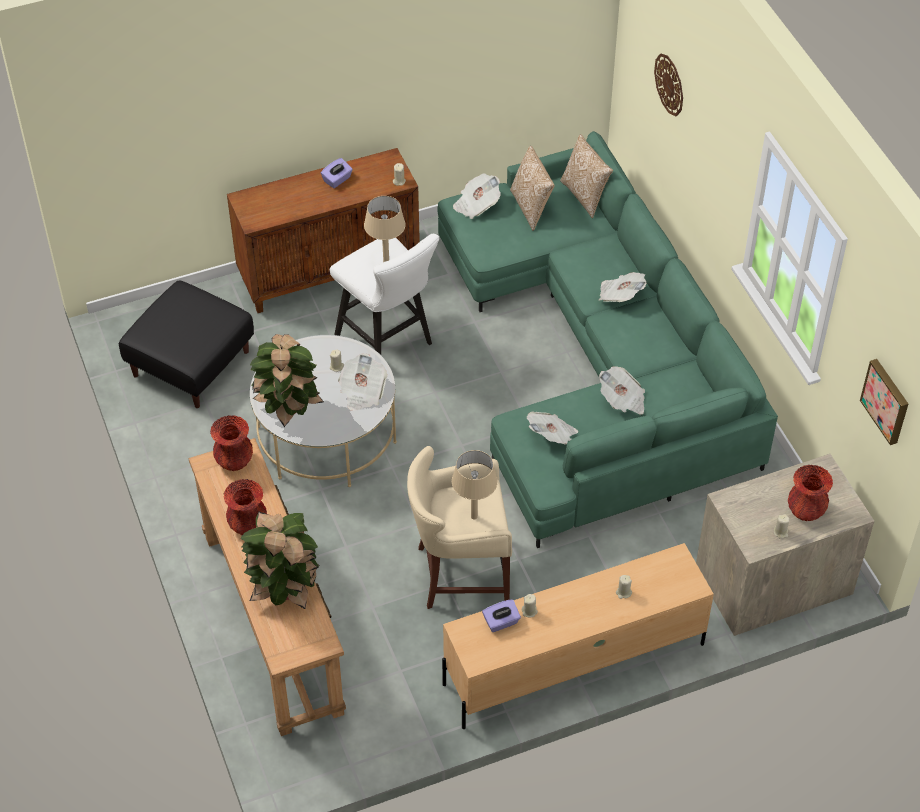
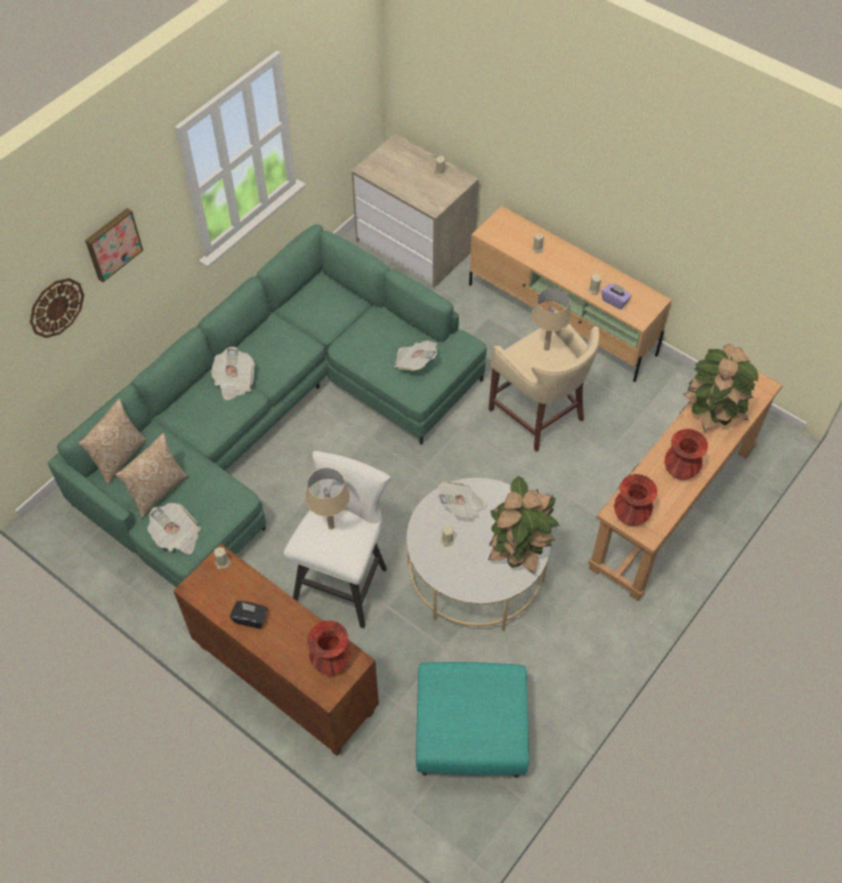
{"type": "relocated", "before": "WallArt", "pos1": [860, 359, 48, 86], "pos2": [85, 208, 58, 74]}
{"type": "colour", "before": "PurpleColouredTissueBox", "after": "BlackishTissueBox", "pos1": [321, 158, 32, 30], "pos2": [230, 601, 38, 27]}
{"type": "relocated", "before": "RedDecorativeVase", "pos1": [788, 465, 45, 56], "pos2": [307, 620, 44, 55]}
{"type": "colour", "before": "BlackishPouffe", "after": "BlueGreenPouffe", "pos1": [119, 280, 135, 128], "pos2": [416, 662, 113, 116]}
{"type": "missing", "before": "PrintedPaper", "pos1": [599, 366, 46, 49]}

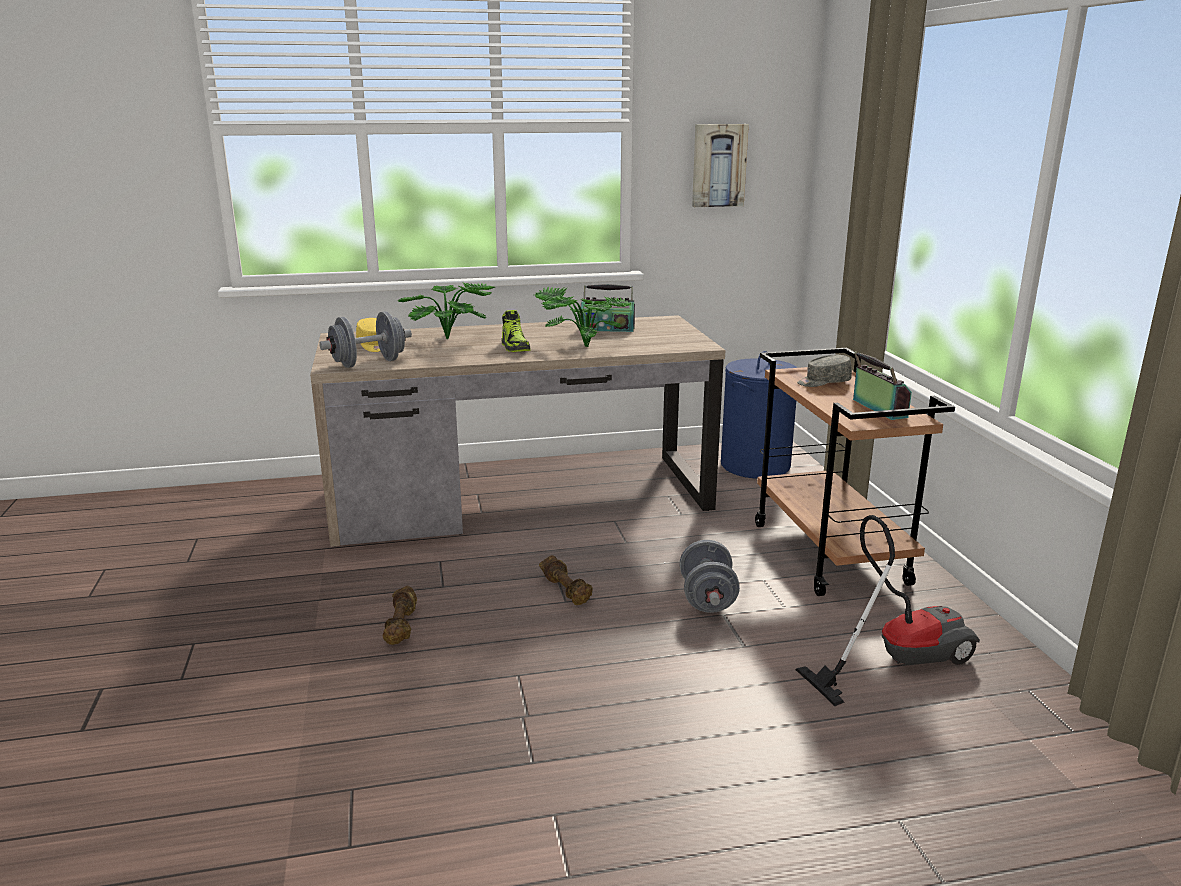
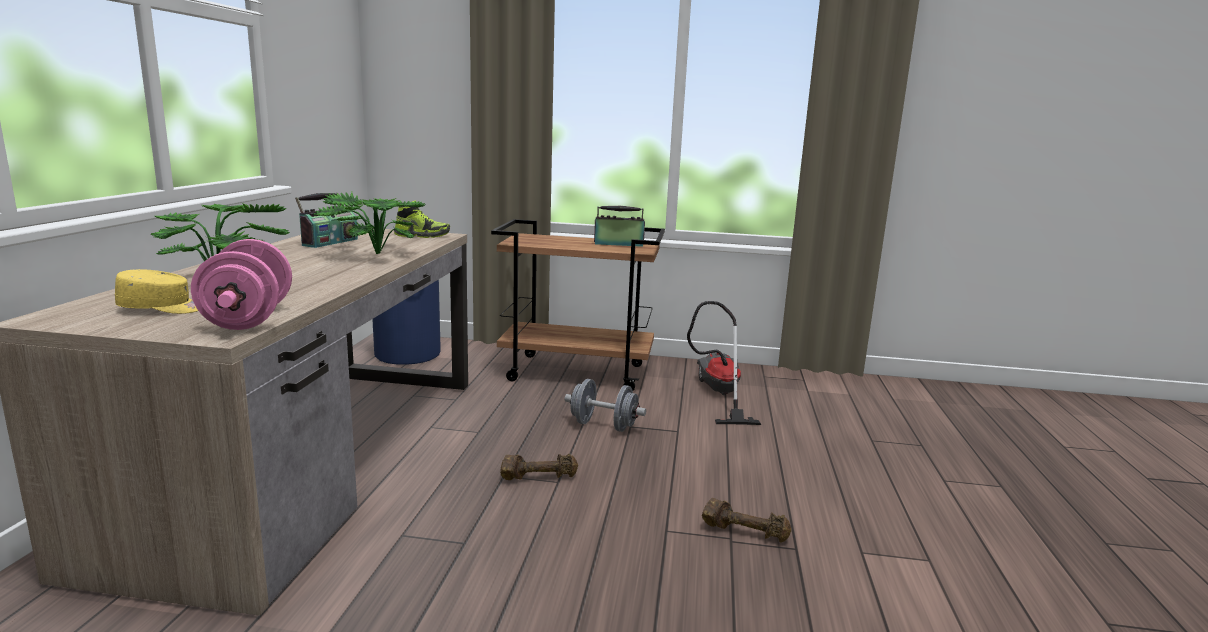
{"type": "colour", "before": "GrayDumbbell", "after": "PinkColouredDumbbell", "pos1": [319, 311, 93, 57], "pos2": [191, 239, 101, 91]}
{"type": "relocated", "before": "Shoe", "pos1": [501, 310, 30, 42], "pos2": [394, 201, 56, 37]}
{"type": "relocated", "before": "BrownishDumbbell", "pos1": [382, 586, 35, 59], "pos2": [701, 498, 90, 45]}
{"type": "missing", "before": "WallArt", "pos1": [692, 124, 57, 83]}
{"type": "missing", "before": "GrayBaseballCap", "pos1": [797, 355, 55, 32]}

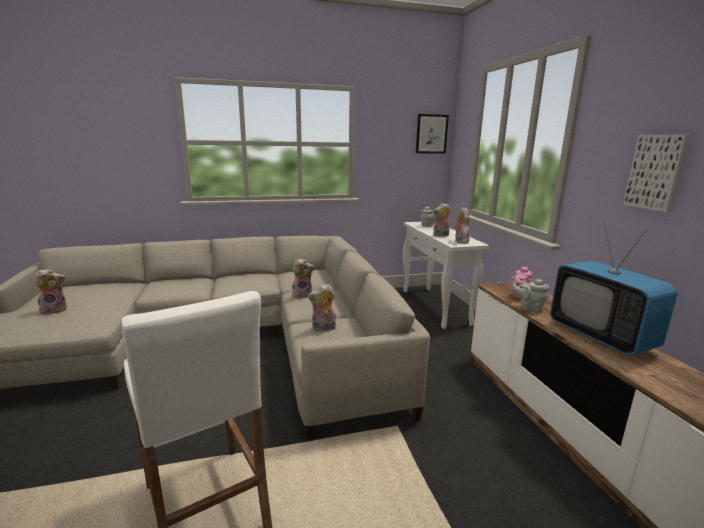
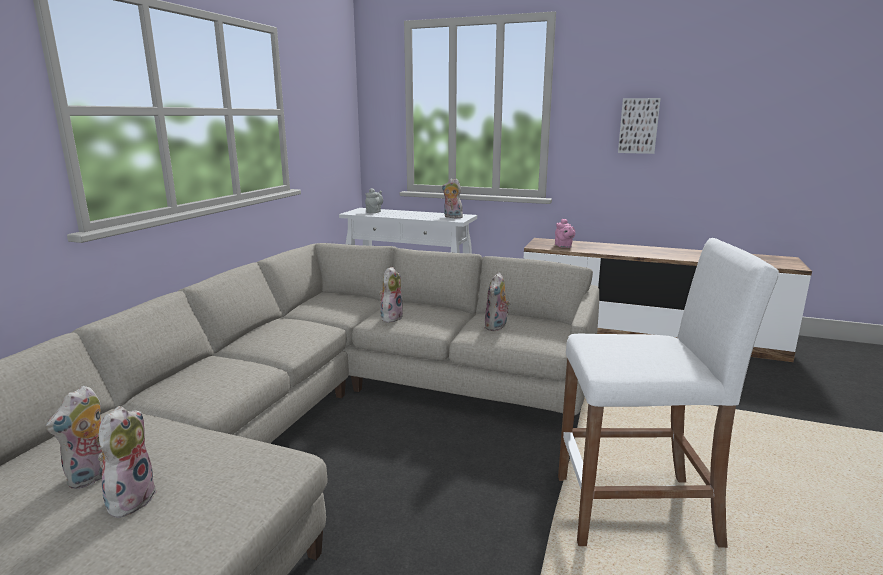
{"type": "relocated", "before": "PlushToy", "pos1": [433, 203, 17, 34], "pos2": [45, 385, 58, 104]}
{"type": "missing", "before": "WallArt", "pos1": [416, 114, 33, 40]}
{"type": "missing", "before": "GrayPotForTea", "pos1": [512, 279, 37, 34]}
{"type": "missing", "before": "Television", "pos1": [550, 222, 128, 133]}

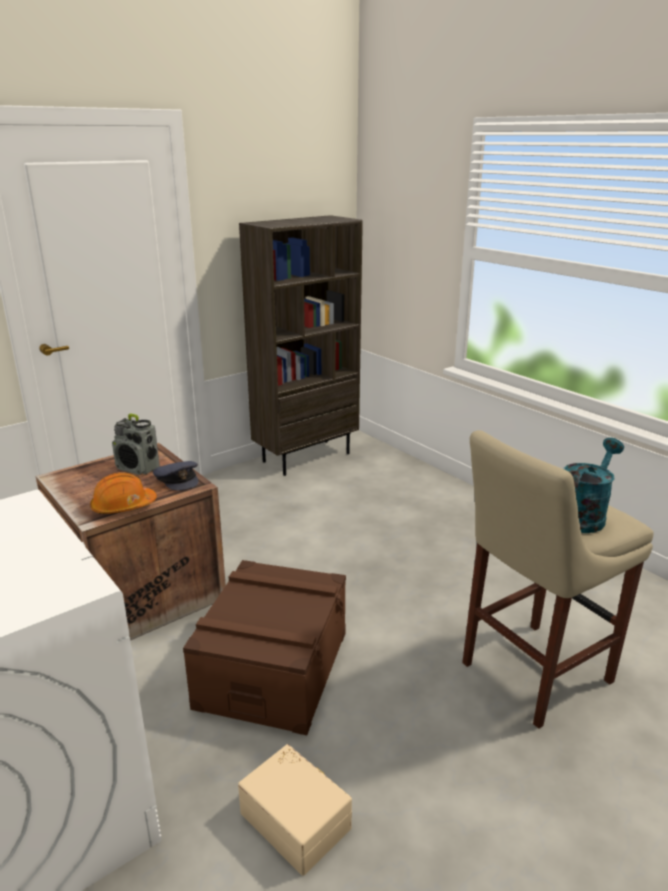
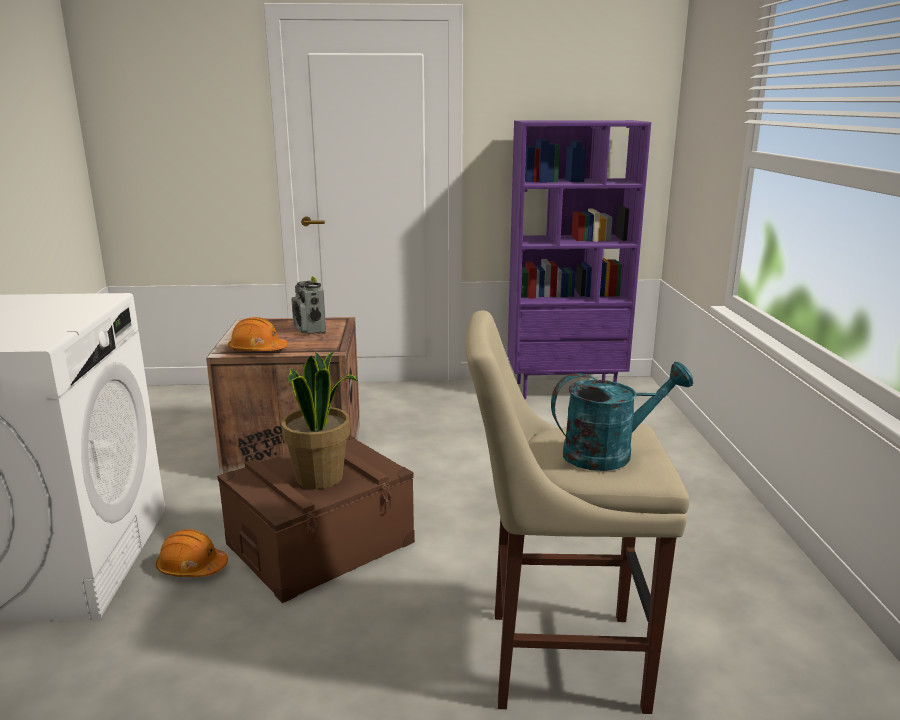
{"type": "appeared", "after": "OrangeySafetyHelmet", "pos2": [156, 529, 72, 48]}
{"type": "appeared", "after": "Houseplant", "pos2": [281, 351, 77, 138]}
{"type": "colour", "before": "BrownishBookcase", "after": "PurpleColouredBookcase", "pos1": [239, 215, 124, 261], "pos2": [507, 120, 144, 279]}
{"type": "missing", "before": "GrayBaseballCap", "pos1": [153, 461, 46, 30]}
{"type": "missing", "before": "BeigeColouredStorageBox", "pos1": [238, 744, 114, 132]}

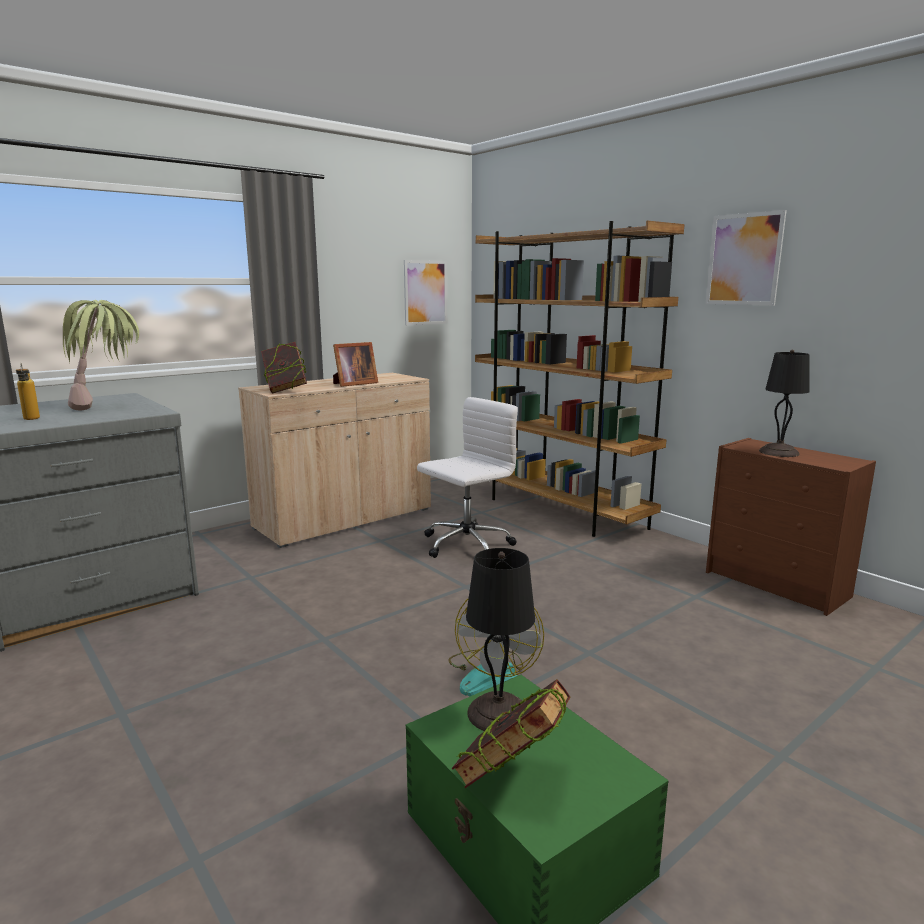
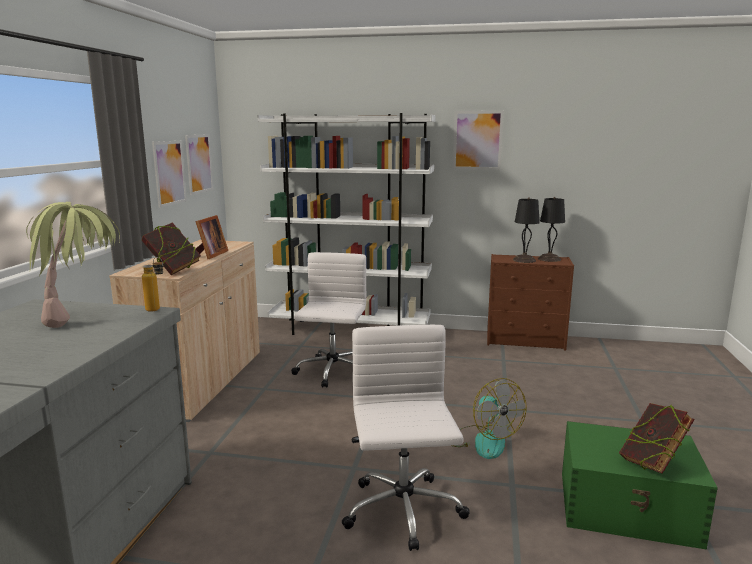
{"type": "relocated", "before": "BeverageBottle", "pos1": [16, 363, 24, 57], "pos2": [142, 257, 22, 55]}
{"type": "appeared", "after": "WallArt", "pos2": [152, 141, 35, 67]}
{"type": "colour", "before": "BrownishBookcase", "after": "WhiteColouredBookcase", "pos1": [475, 221, 210, 316], "pos2": [257, 113, 179, 222]}
{"type": "appeared", "after": "WhiteColouredOfficeChair", "pos2": [341, 325, 129, 226]}
{"type": "relocated", "before": "BlackishLampForATable", "pos1": [466, 548, 69, 183], "pos2": [538, 197, 27, 65]}

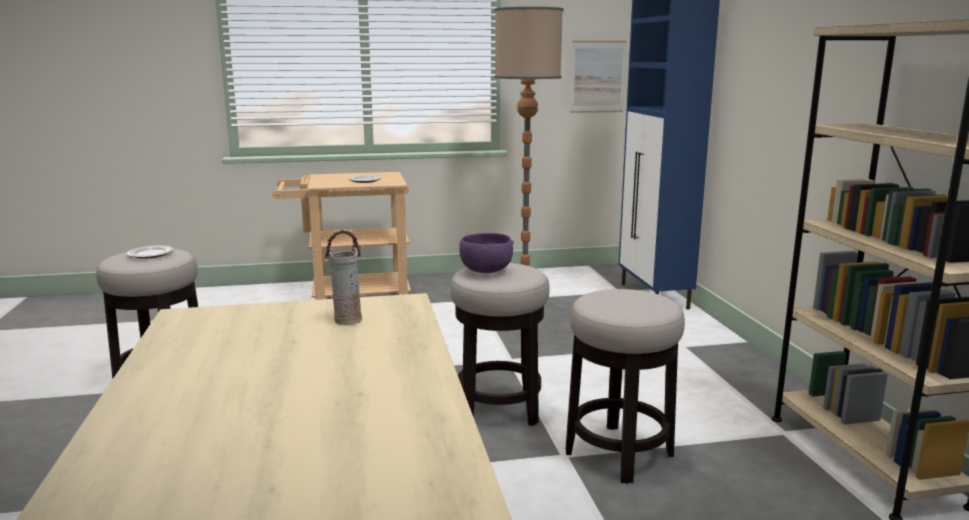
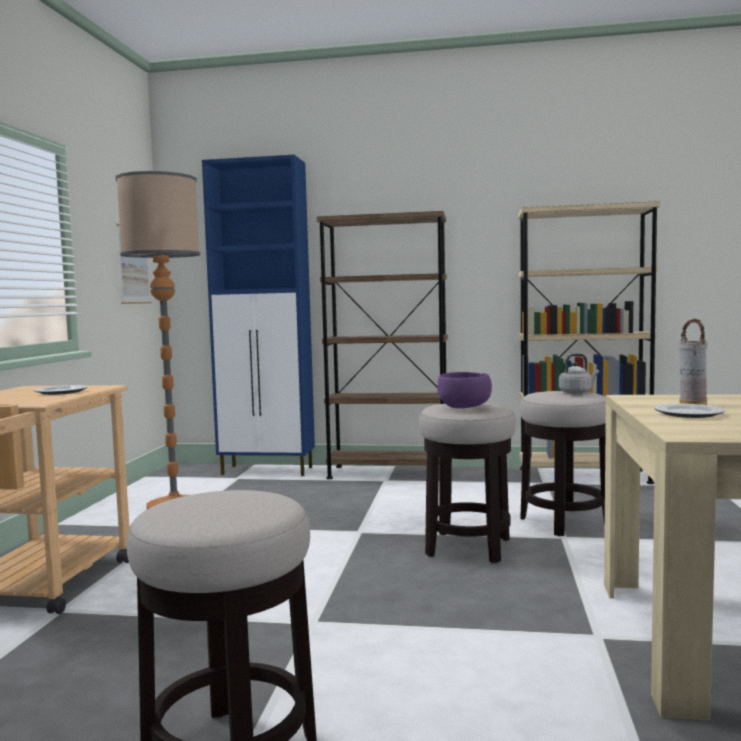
{"type": "appeared", "after": "BrownishBookcase", "pos2": [317, 211, 131, 268]}
{"type": "appeared", "after": "GrayWaterKettle", "pos2": [559, 354, 40, 40]}
{"type": "relocated", "before": "Plate", "pos1": [127, 245, 47, 14], "pos2": [654, 404, 71, 14]}

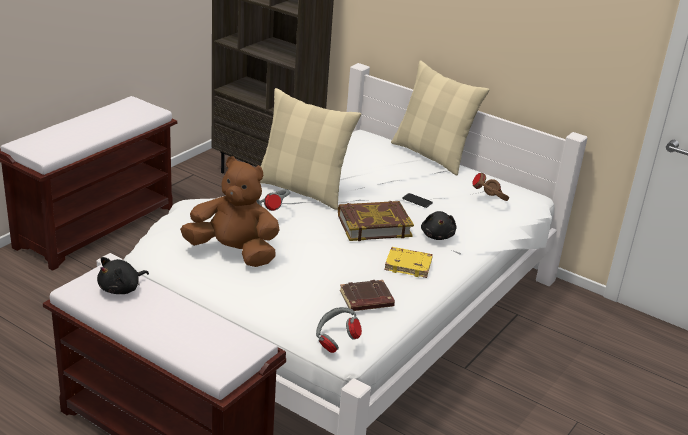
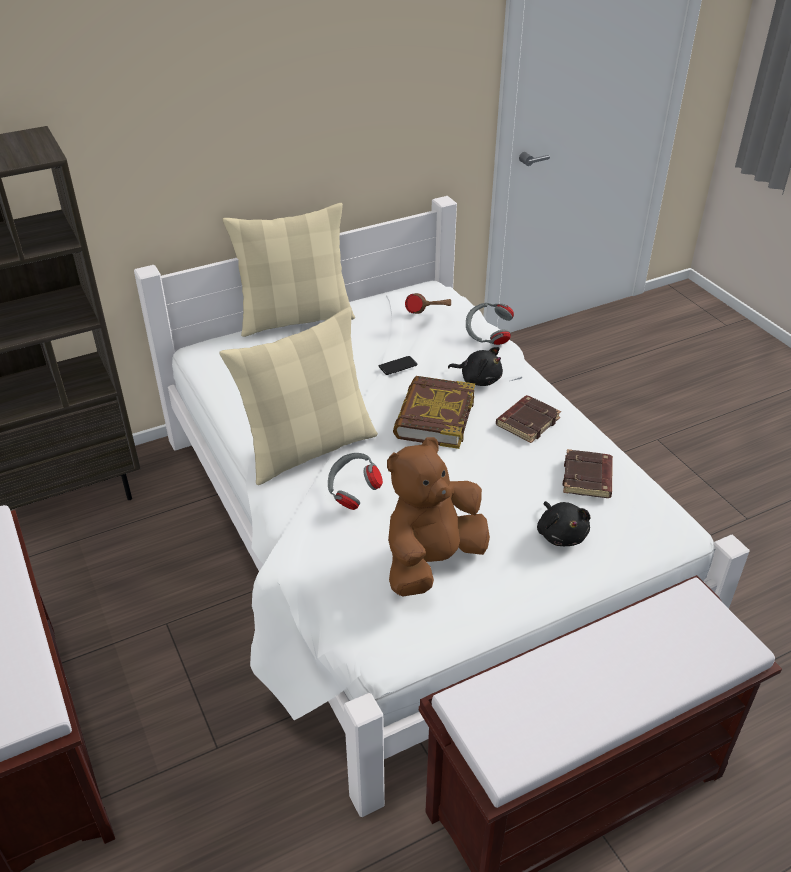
{"type": "relocated", "before": "GrayHeadphones", "pos1": [316, 307, 46, 46], "pos2": [466, 303, 48, 42]}
{"type": "colour", "before": "YellowishVolume", "after": "BrownishVolume", "pos1": [384, 247, 49, 31], "pos2": [496, 395, 65, 48]}
{"type": "relocated", "before": "BlackishPlushToy", "pos1": [97, 257, 52, 37], "pos2": [537, 501, 54, 45]}

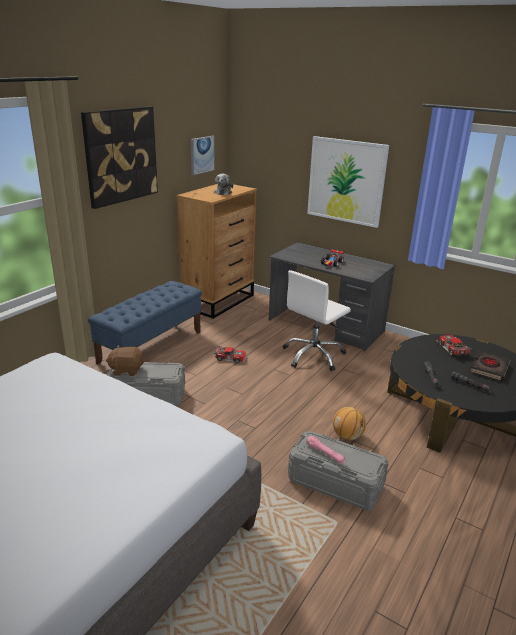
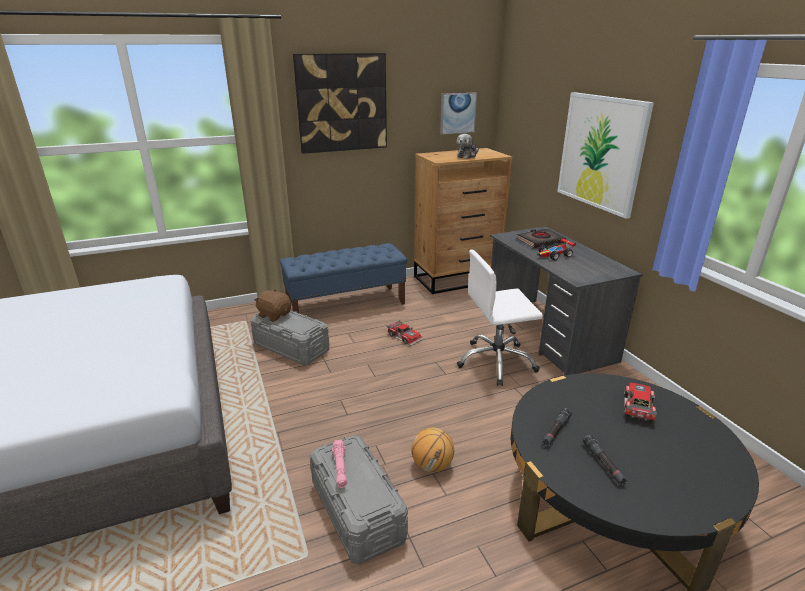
{"type": "relocated", "before": "BlackishVolume", "pos1": [470, 350, 40, 31], "pos2": [517, 229, 49, 19]}

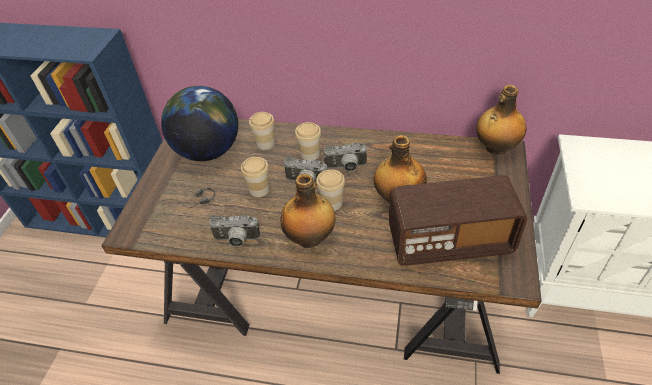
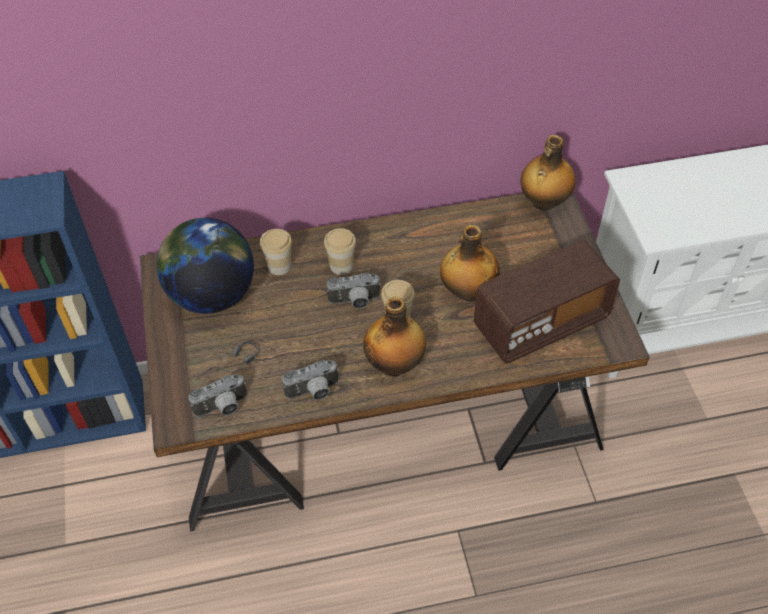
{"type": "relocated", "before": "StillCamera", "pos1": [324, 143, 44, 29], "pos2": [189, 374, 58, 43]}
{"type": "missing", "before": "Cup", "pos1": [241, 157, 28, 40]}

